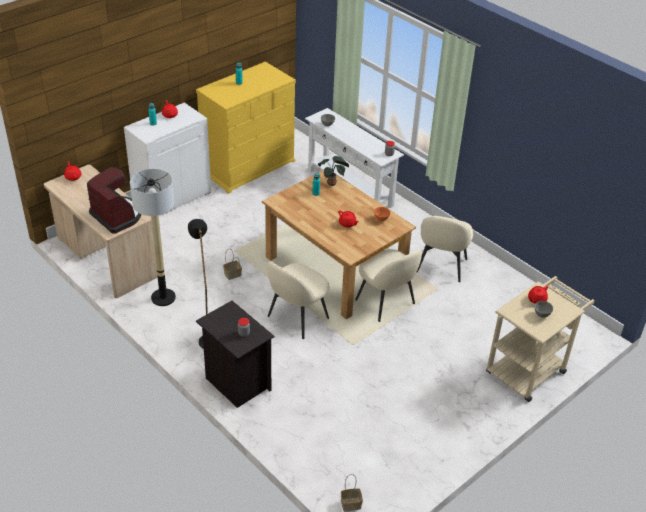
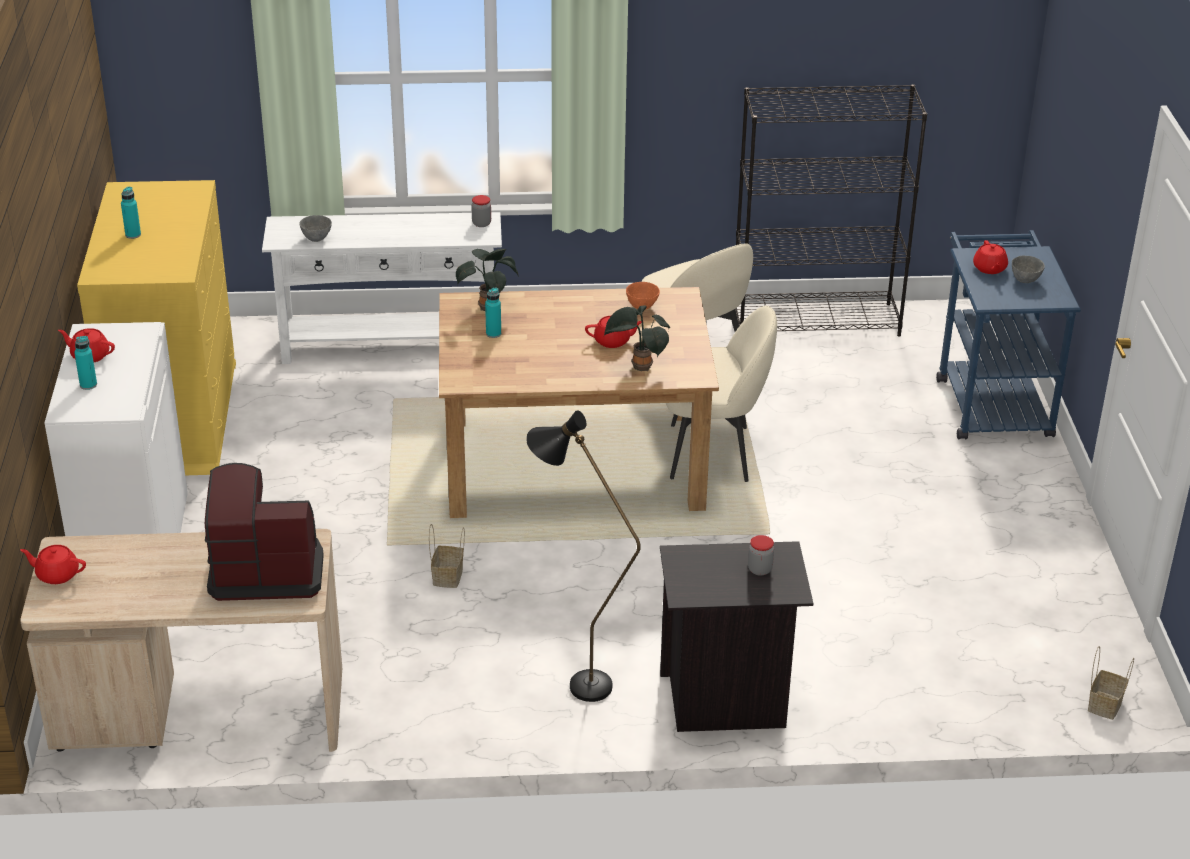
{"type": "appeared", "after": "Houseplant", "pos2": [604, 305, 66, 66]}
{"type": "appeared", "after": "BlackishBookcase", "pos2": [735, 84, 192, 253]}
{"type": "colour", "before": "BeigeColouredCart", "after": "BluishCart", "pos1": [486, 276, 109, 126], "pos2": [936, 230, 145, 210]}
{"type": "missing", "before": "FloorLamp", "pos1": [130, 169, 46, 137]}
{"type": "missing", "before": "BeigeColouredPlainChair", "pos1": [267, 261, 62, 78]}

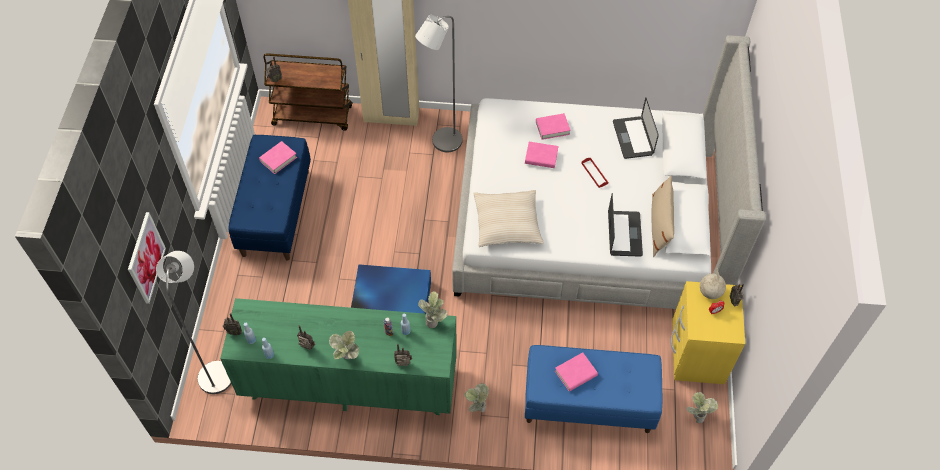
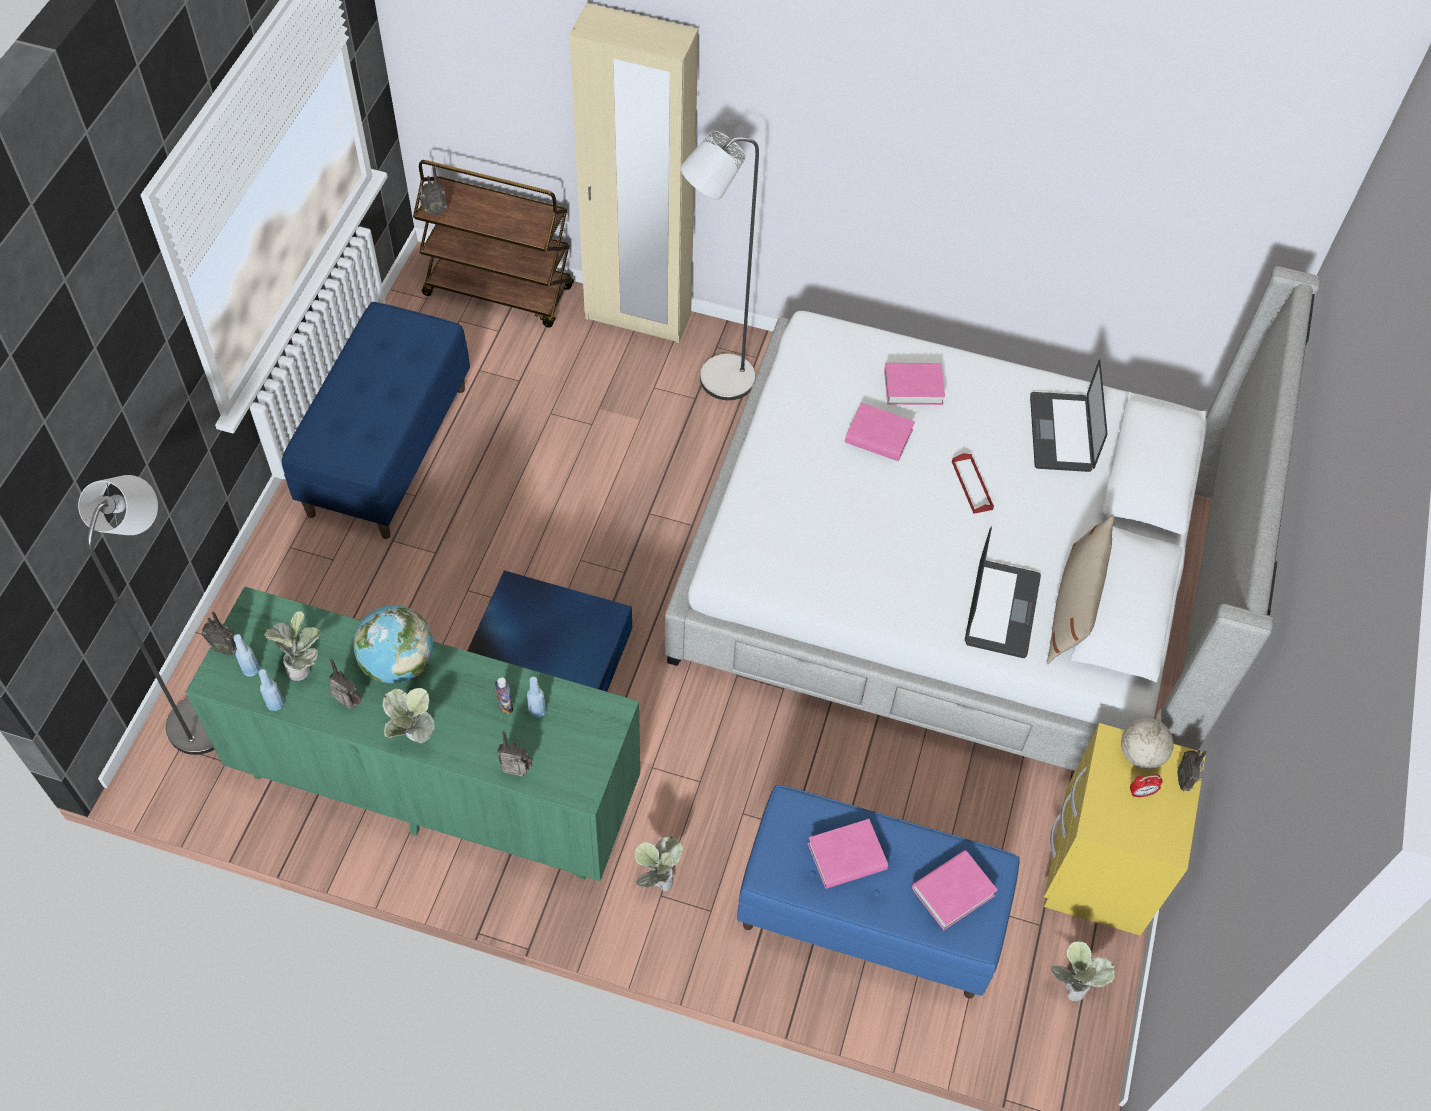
{"type": "relocated", "before": "Houseplant", "pos1": [418, 291, 29, 37], "pos2": [265, 611, 56, 70]}
{"type": "appeared", "after": "Globe", "pos2": [354, 605, 79, 78]}
{"type": "relocated", "before": "PinkColouredVolume", "pos1": [259, 141, 38, 33], "pos2": [912, 850, 86, 80]}
{"type": "missing", "before": "WallArt", "pos1": [128, 212, 38, 92]}
{"type": "missing", "before": "BeigeColouredCushion", "pos1": [474, 190, 70, 57]}

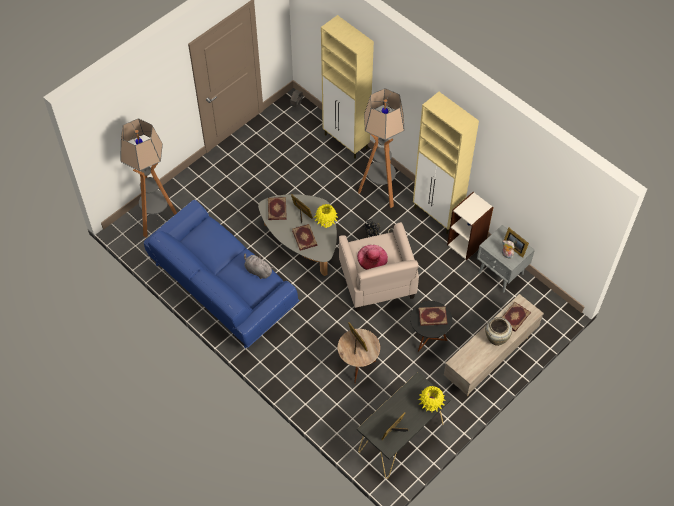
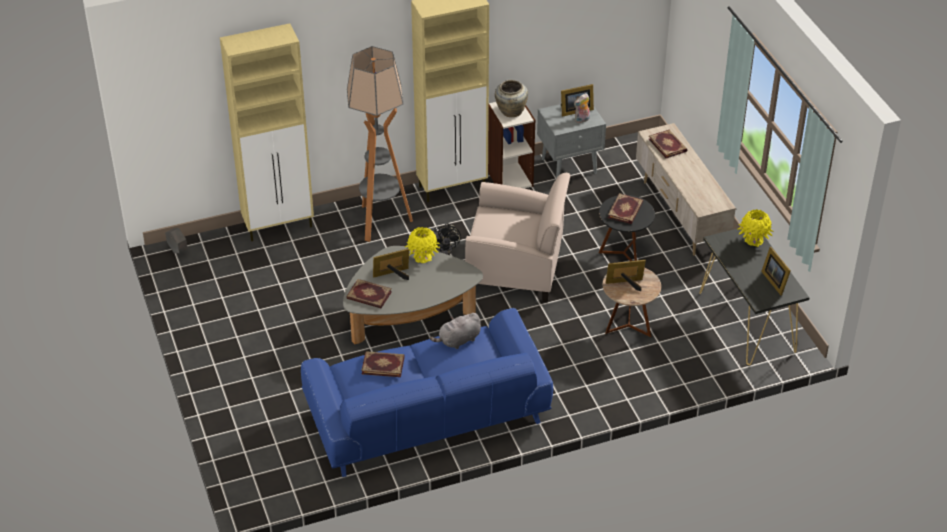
{"type": "relocated", "before": "Volume", "pos1": [292, 224, 25, 27], "pos2": [361, 351, 44, 26]}
{"type": "relocated", "before": "BeigeColouredDecorativeVase", "pos1": [485, 317, 27, 29], "pos2": [495, 80, 33, 37]}
{"type": "missing", "before": "FloorLamp", "pos1": [120, 119, 57, 119]}
{"type": "missing", "before": "PinkColouredWearableHat", "pos1": [357, 245, 31, 25]}

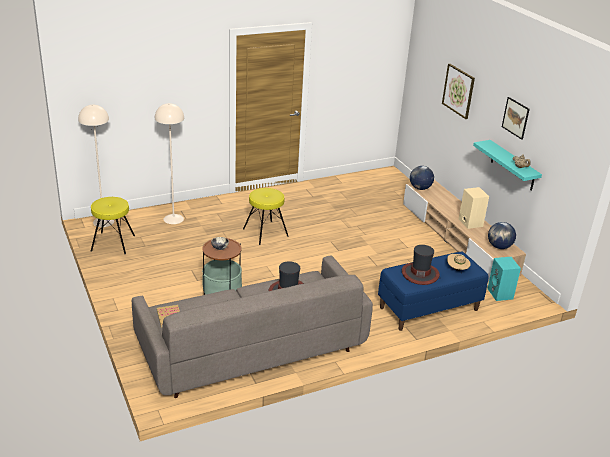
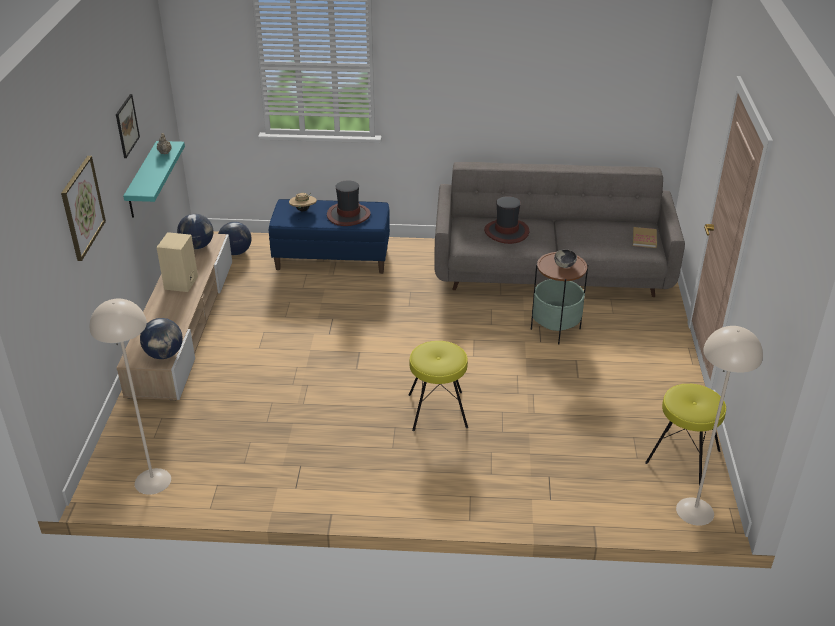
{"type": "relocated", "before": "BeigeColouredFloorLamp", "pos1": [155, 103, 29, 121], "pos2": [89, 299, 82, 196]}
{"type": "exchanged", "before": "BlueGreenAudioSpeaker", "after": "Globe", "pos1": [487, 257, 34, 44], "pos2": [218, 222, 34, 33]}

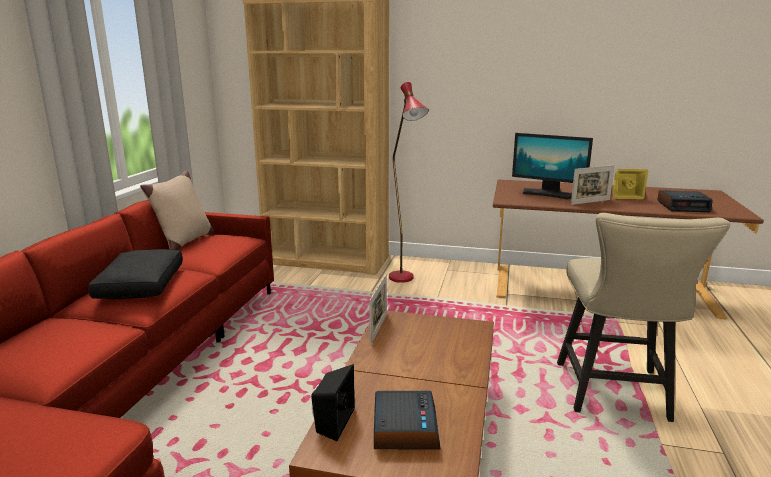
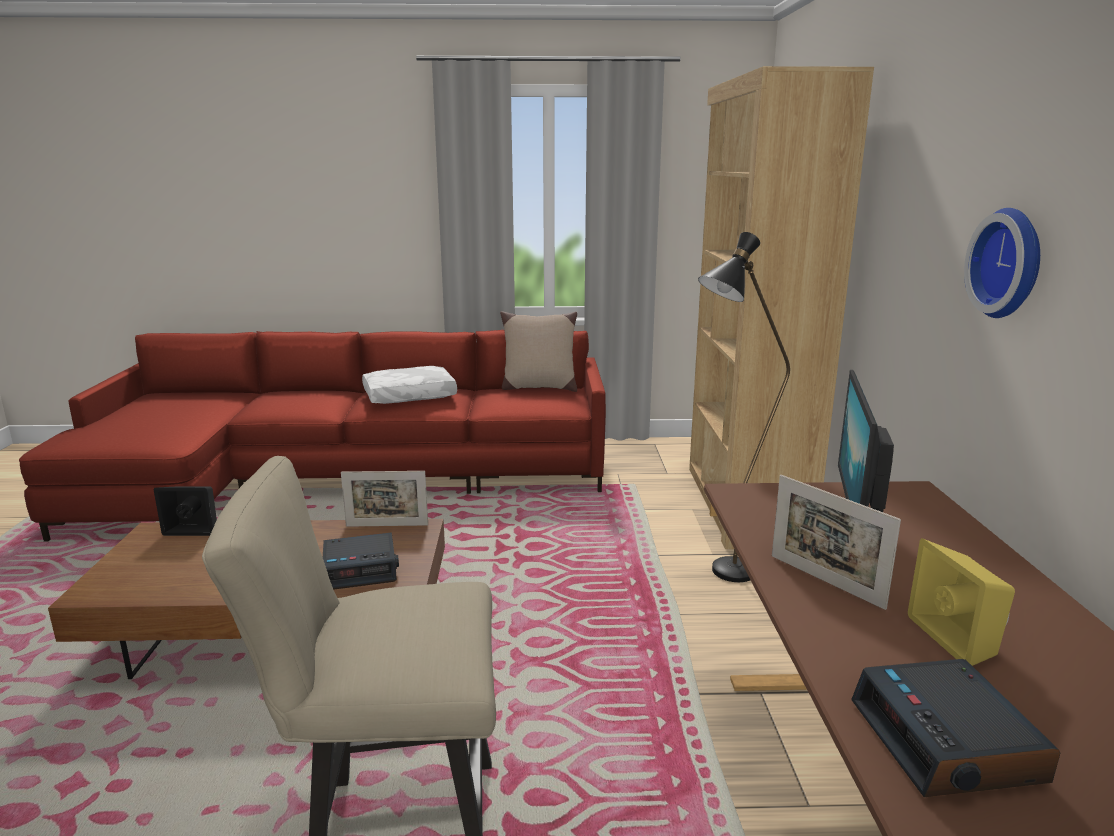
{"type": "relocated", "before": "BedsideClock", "pos1": [374, 391, 66, 59], "pos2": [323, 532, 76, 58]}
{"type": "colour", "before": "BlackishCushion", "after": "WhiteColouredCushion", "pos1": [88, 249, 95, 50], "pos2": [362, 366, 95, 38]}
{"type": "colour", "before": "RedFloorLamp", "after": "BlackishFloorLamp", "pos1": [389, 82, 40, 201], "pos2": [698, 232, 92, 350]}
{"type": "appeared", "after": "HangingClock", "pos2": [964, 208, 76, 110]}

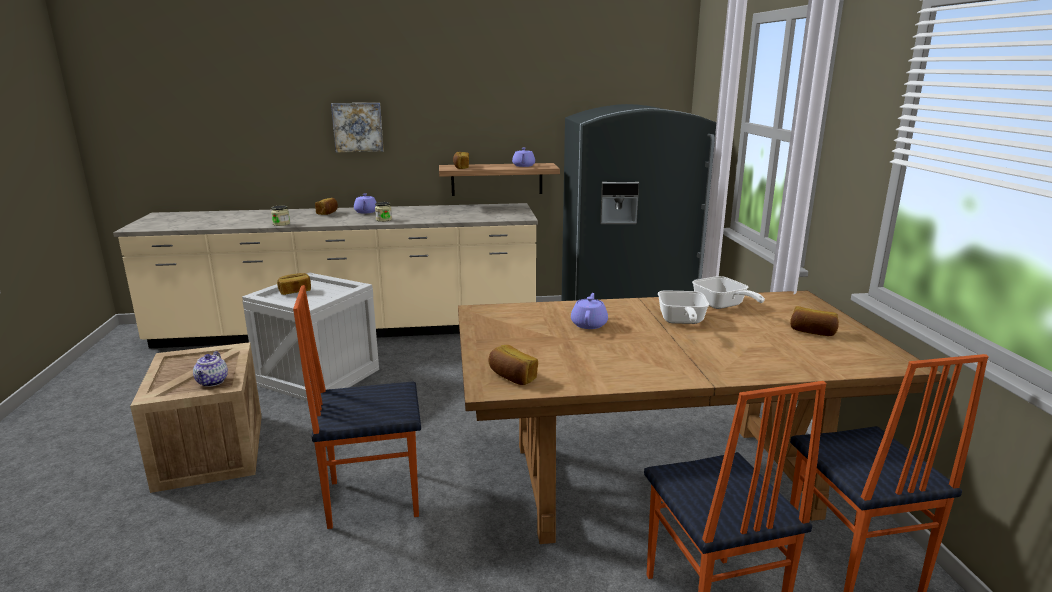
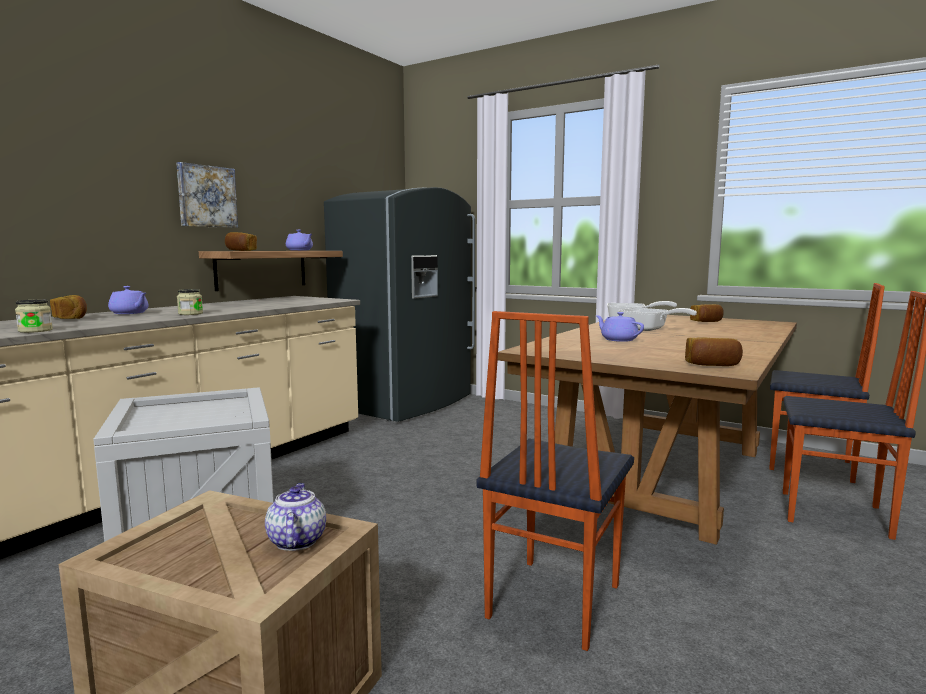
{"type": "relocated", "before": "WallArt", "pos1": [331, 103, 53, 49], "pos2": [176, 162, 62, 66]}
{"type": "spun", "before": "PotForTea", "pos1": [193, 351, 35, 36], "pos2": [265, 483, 61, 68], "turn": -135}
{"type": "missing", "before": "BakeryBread", "pos1": [277, 273, 34, 22]}

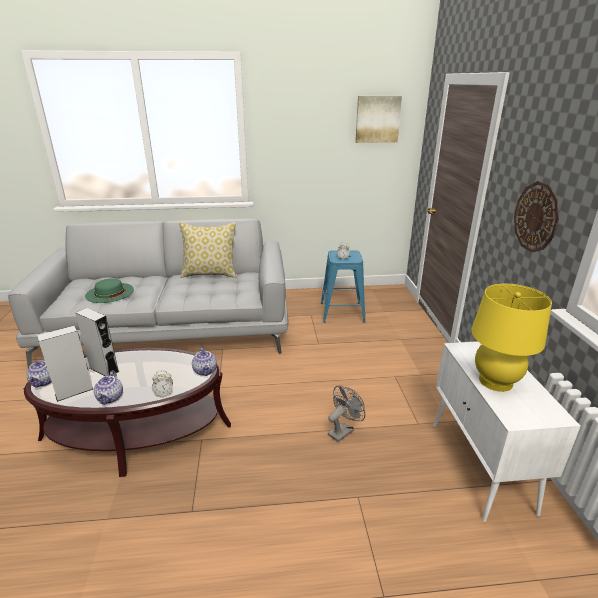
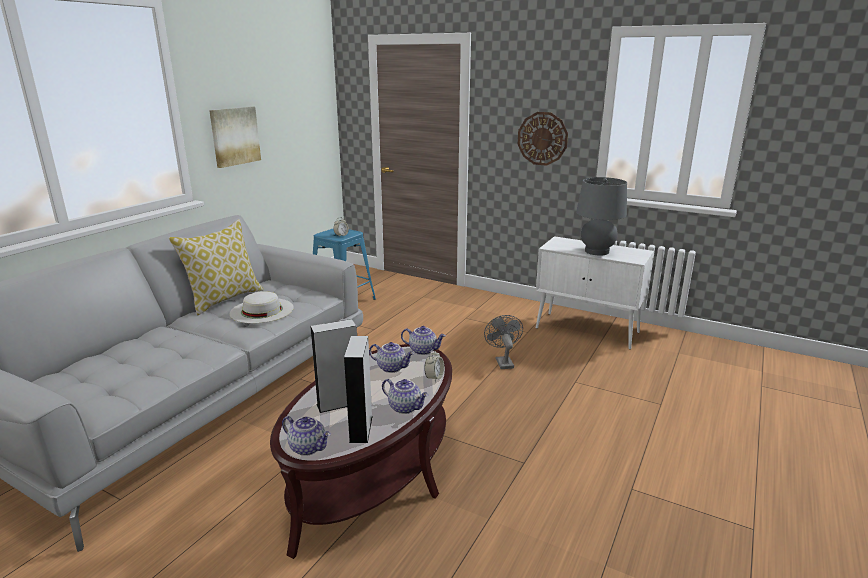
{"type": "relocated", "before": "WallArt", "pos1": [355, 96, 47, 47], "pos2": [209, 106, 52, 62]}
{"type": "appeared", "after": "WhiteColouredWearableHat", "pos2": [230, 291, 64, 33]}
{"type": "appeared", "after": "PotForTea", "pos2": [369, 342, 45, 31]}
{"type": "colour", "before": "YellowishLampForATable", "after": "GrayLampForATable", "pos1": [471, 284, 81, 108], "pos2": [576, 177, 51, 78]}
{"type": "missing", "before": "GreenishWearableHat", "pos1": [85, 278, 49, 25]}

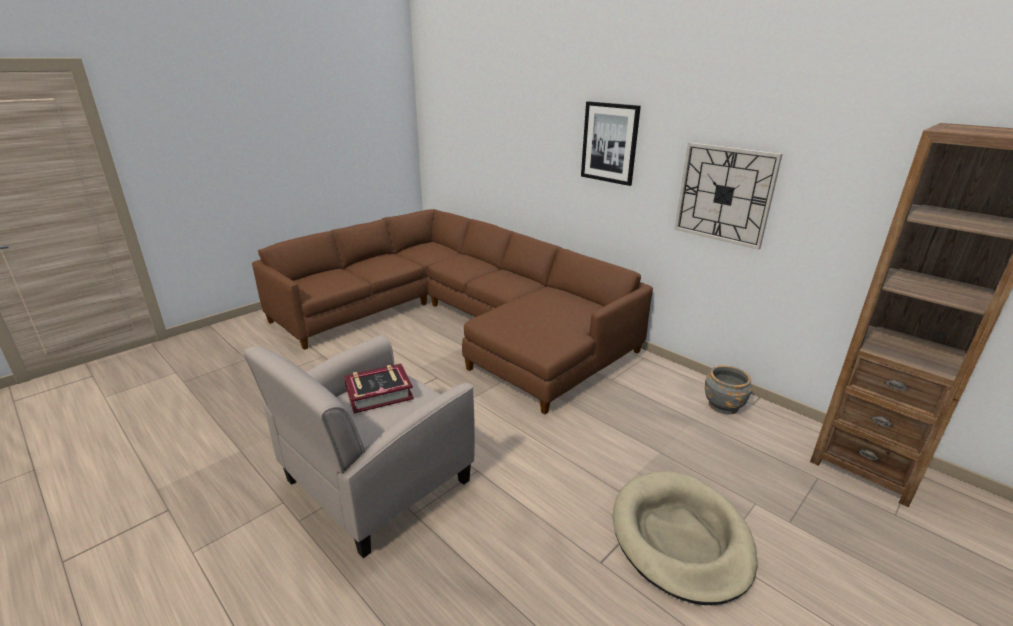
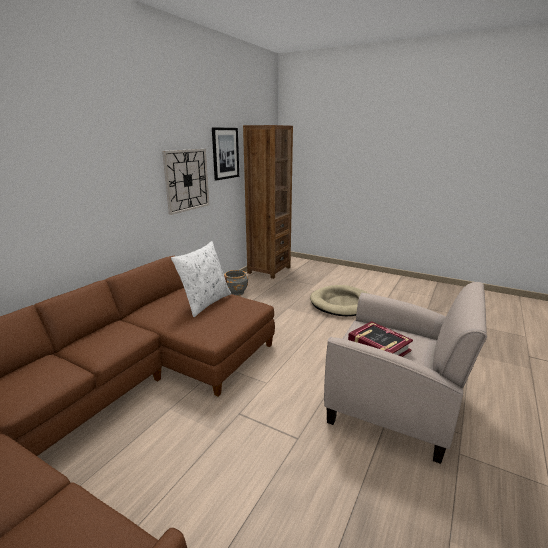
{"type": "appeared", "after": "WhiteColouredCushion", "pos2": [171, 241, 60, 76]}
{"type": "relocated", "before": "WallArt", "pos1": [581, 101, 60, 85], "pos2": [212, 127, 27, 54]}

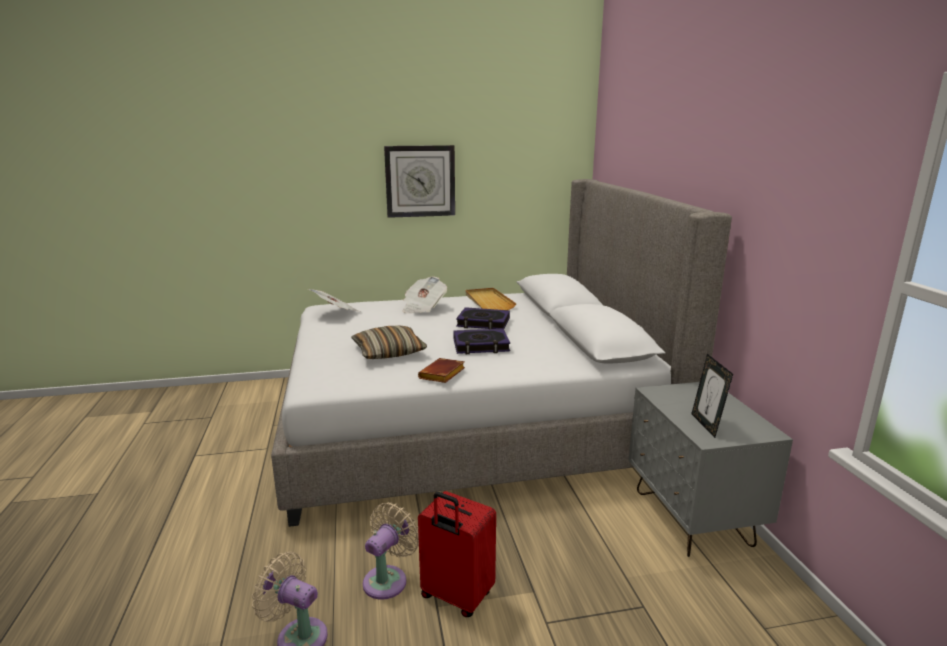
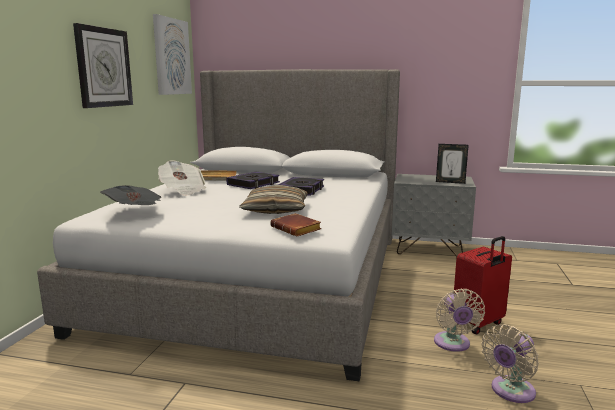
{"type": "appeared", "after": "WallArt", "pos2": [153, 14, 39, 81]}
{"type": "relocated", "before": "BrownishVolume", "pos1": [418, 358, 47, 25], "pos2": [270, 213, 51, 24]}
{"type": "spun", "before": "BeigeColouredElectricFan", "pos1": [363, 502, 56, 98], "pos2": [434, 289, 51, 63], "turn": -150}

